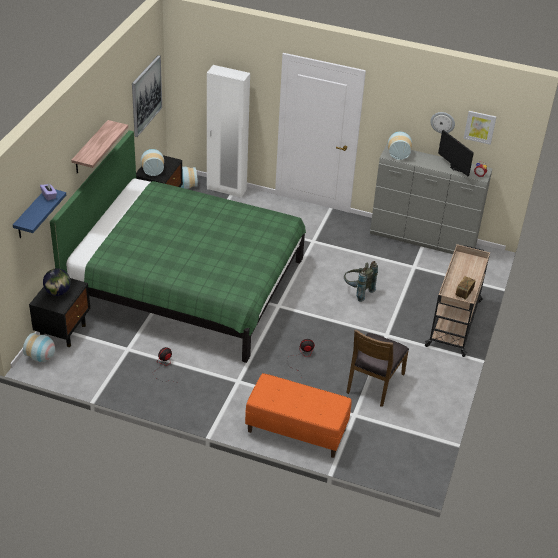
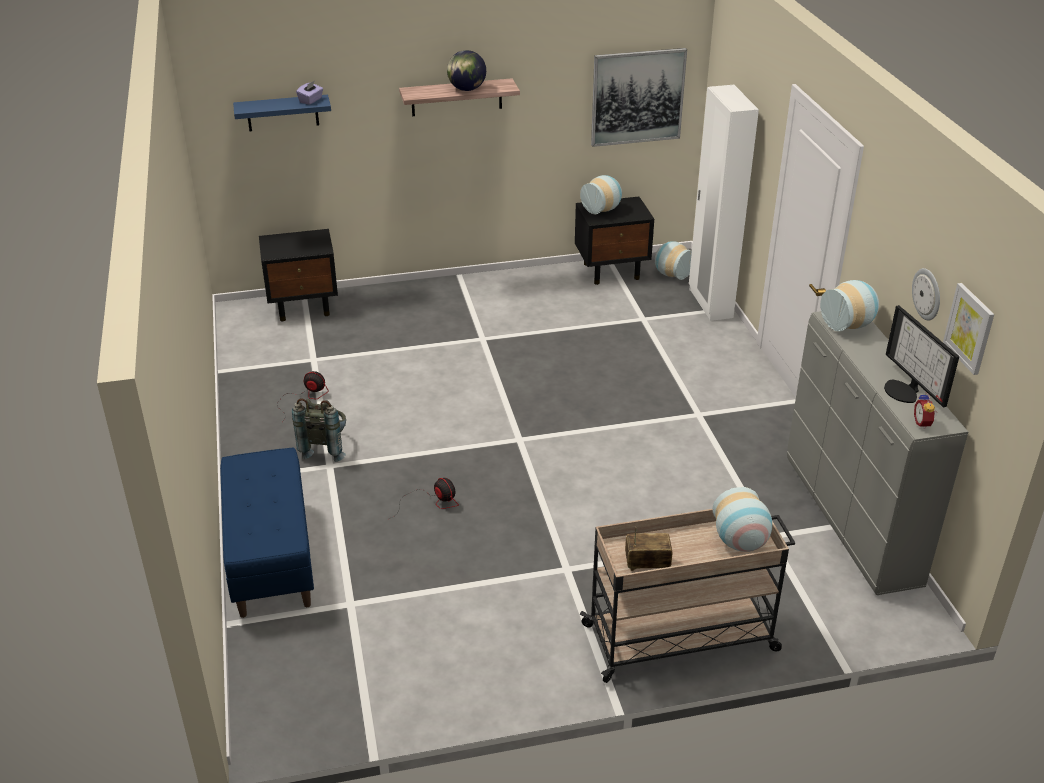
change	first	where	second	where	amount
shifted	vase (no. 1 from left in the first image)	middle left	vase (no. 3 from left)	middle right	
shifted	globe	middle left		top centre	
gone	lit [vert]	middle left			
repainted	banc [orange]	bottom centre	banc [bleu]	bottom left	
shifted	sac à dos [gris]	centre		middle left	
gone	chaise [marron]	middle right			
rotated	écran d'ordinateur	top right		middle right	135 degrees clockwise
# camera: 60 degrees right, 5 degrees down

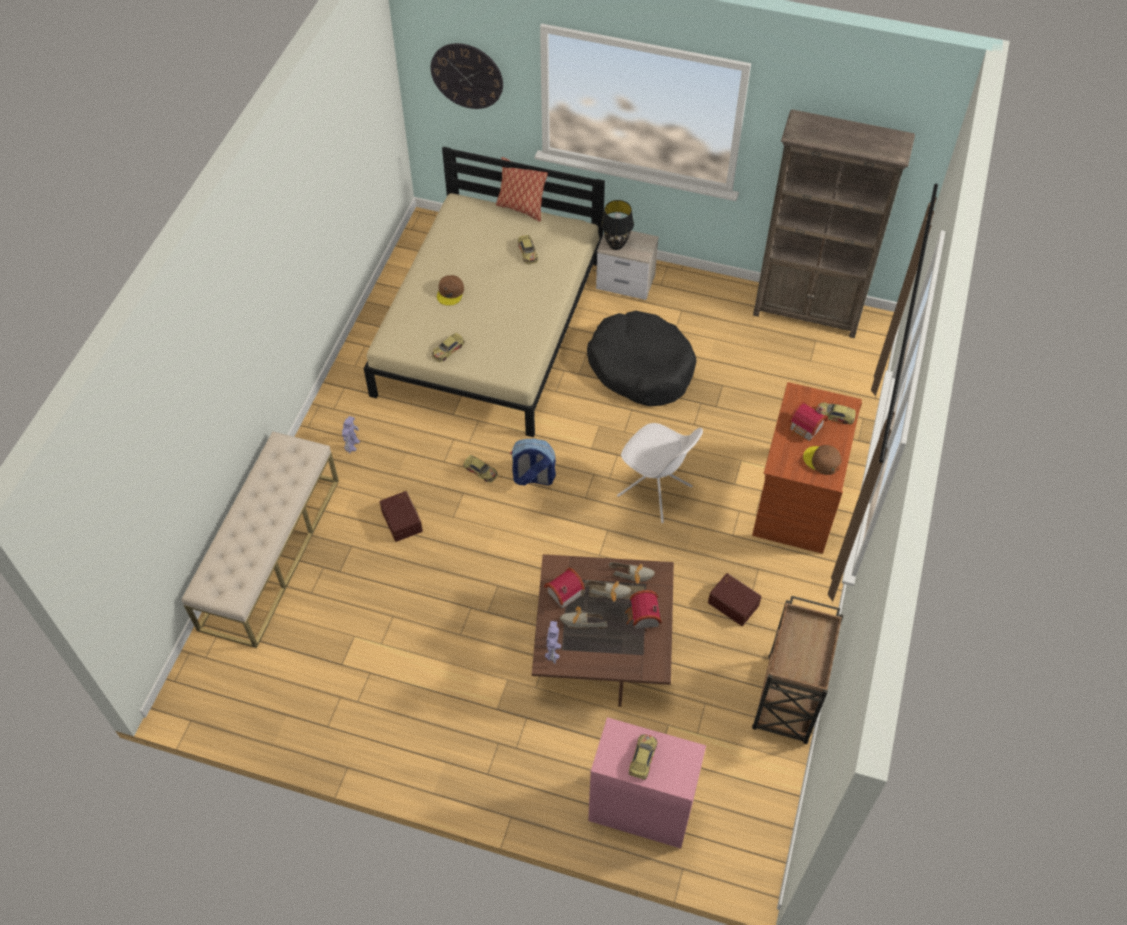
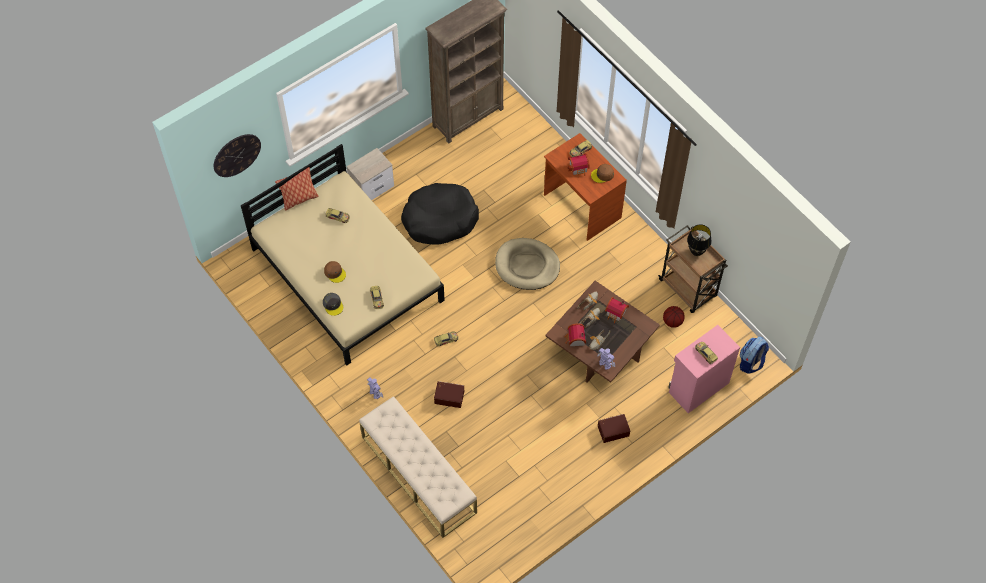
change	first	where	second	where	amount
shifted	sac à dos	centre		middle right	
shifted	lampe de table [noir]	top centre		middle right	
swapped	chaise [blanc]	centre	panier pour chien [beige]	centre	
shifted	boîte de rangement [marron] (no. 2 from left)	centre		bottom centre	
new			casquette [gris]	centre	
new			ballon de basket	middle right	
# camera: 55 degrees left, 5 degrees up

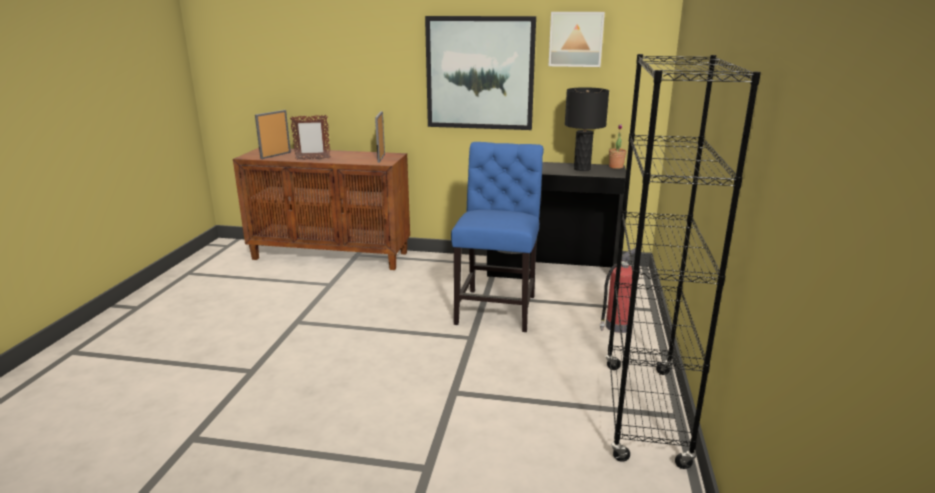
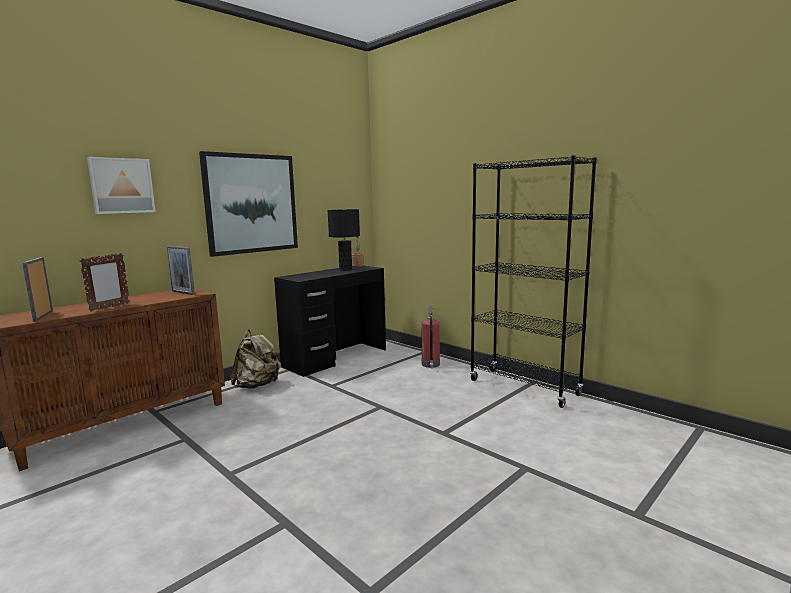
change	first	where	second	where	amount
gone	chaise [bleu]	centre			
shifted	tableau (no. 2 from left in the first image)	top centre	tableau (no. 1 from left)	top left	
new			sac à dos [beige]	middle left	
# camera: 55 degrees left, 10 degrees down

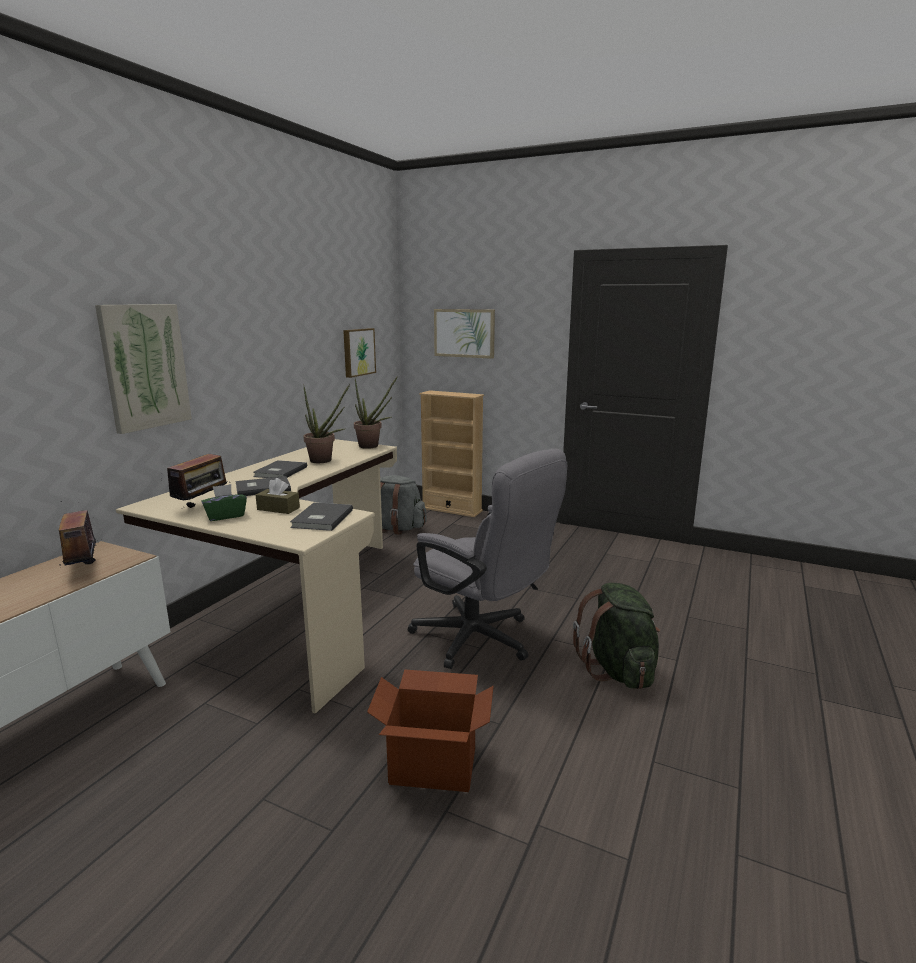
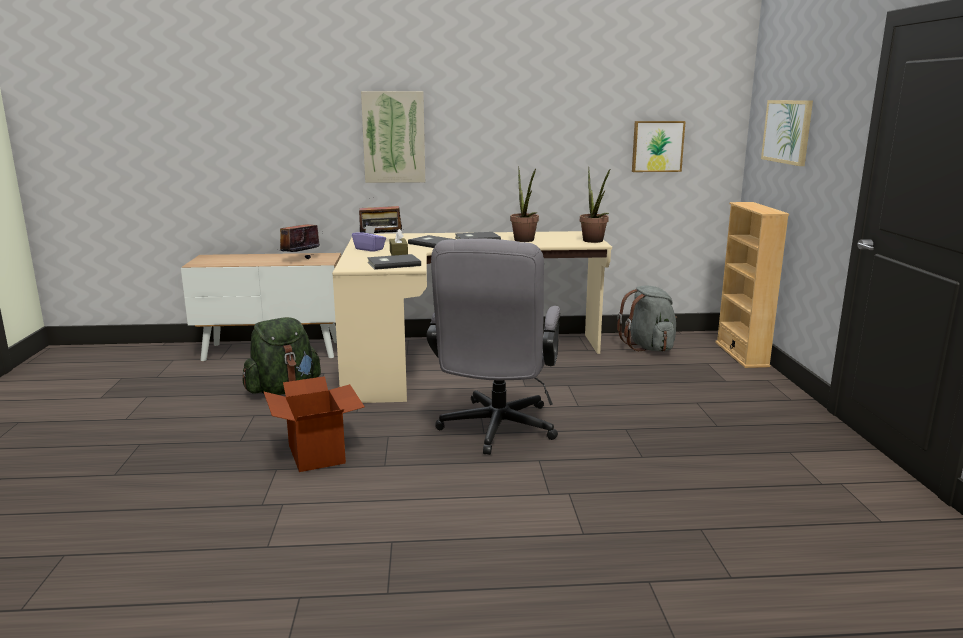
change	first	where	second	where	amount
repainted	boîte à mouchoirs [vert]	middle left	boîte à mouchoirs [violet]	centre	
shifted	sac à dos [vert]	middle right		middle left	
# camera: 60 degrees right, 0 degrees up

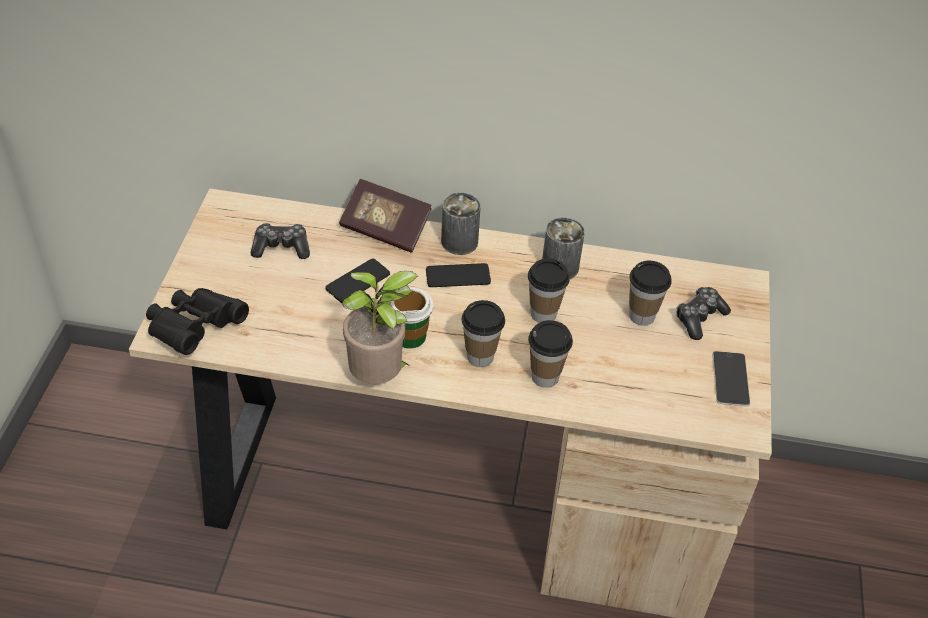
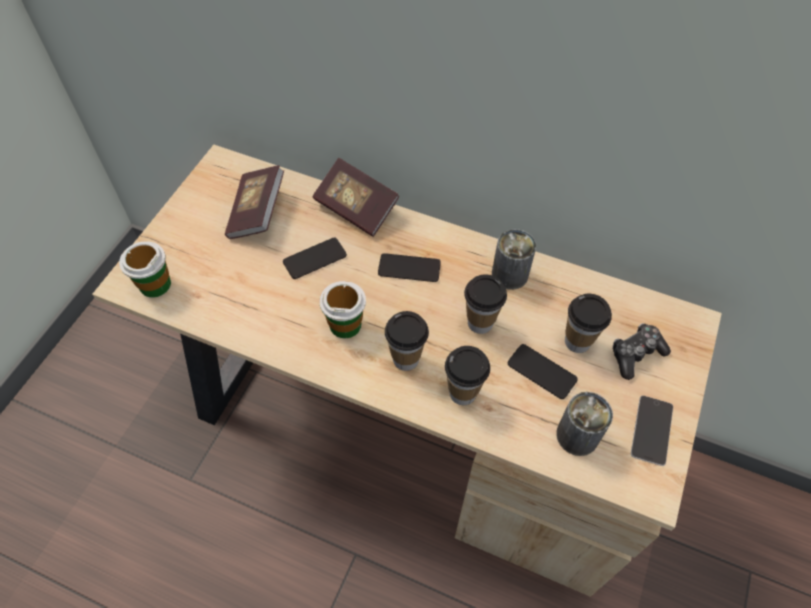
change	first	where	second	where	amount
swapped	jumelles [noir]	middle left	tasse (no. 1 from left)	middle left	
swapped	manette (no. 1 from left)	middle left	livre (no. 1 from left)	top left	
gone	plante en pot	centre			
shifted	boîte métallique (no. 1 from left in the first image)	centre	boîte métallique (no. 2 from left)	bottom right	
new			téléphone (no. 3 from left)	middle right	
# camera: 15 degrees right, 10 degrees up

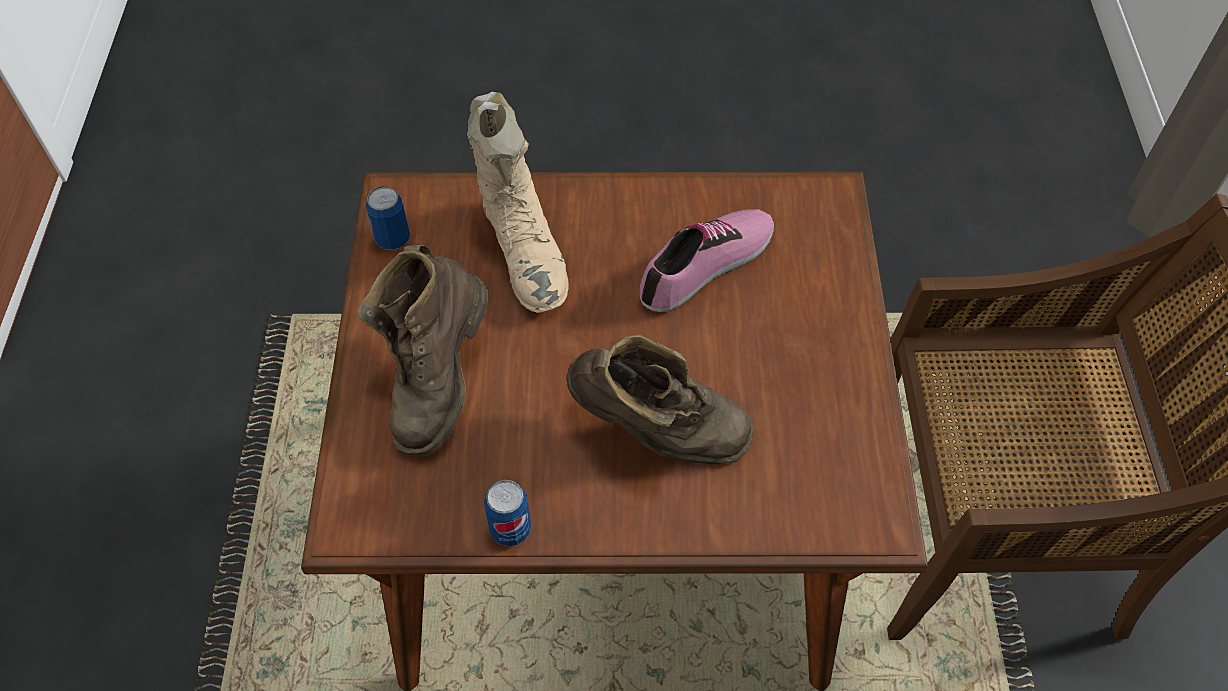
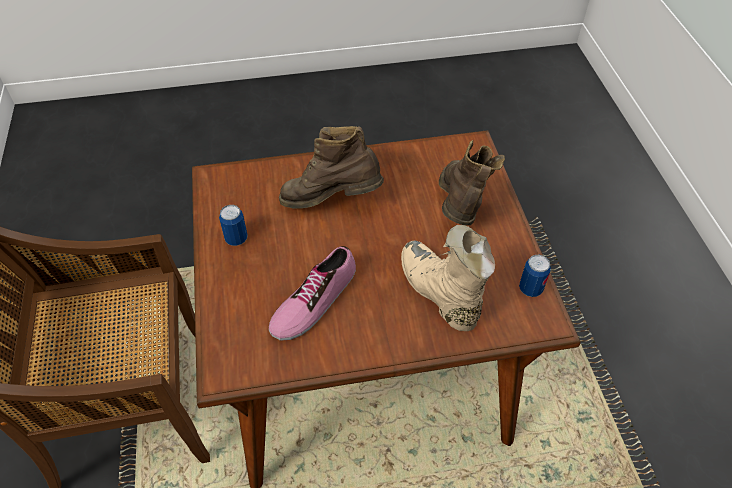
change	first	where	second	where	amount
shifted	boîte métallique (no. 2 from left in the first image)	bottom centre	boîte métallique (no. 1 from left)	middle left	
# camera: 170 degrees right, 5 degrees down

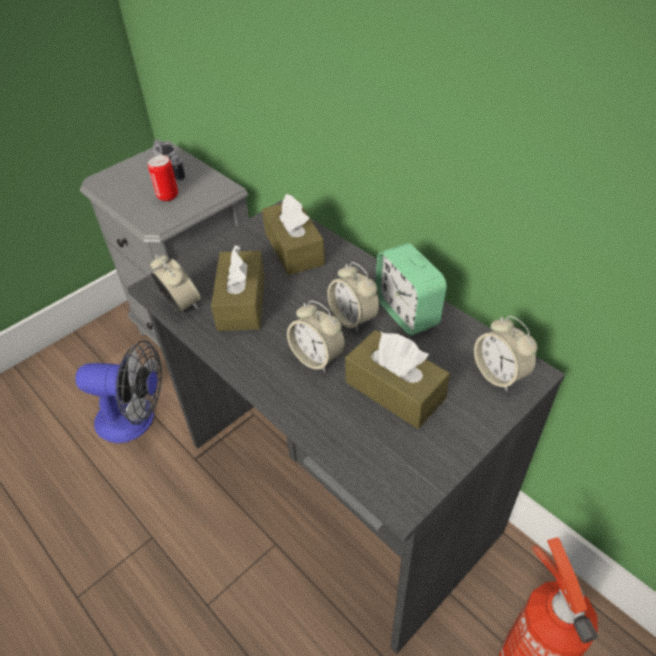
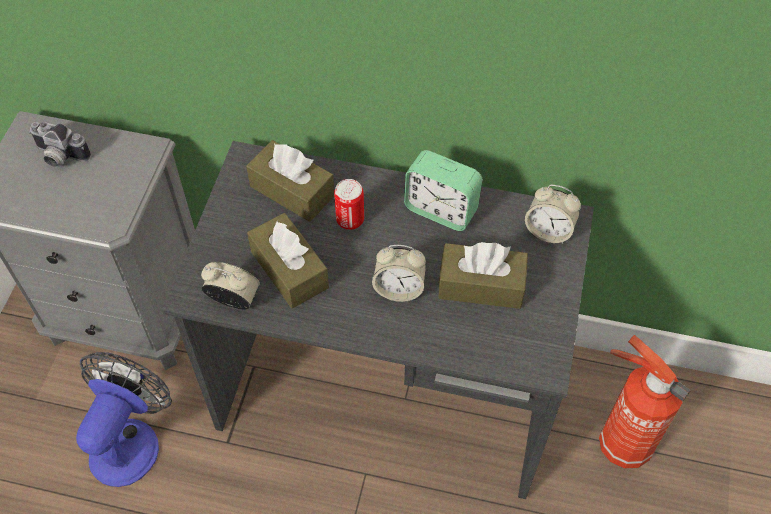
change	first	where	second	where	amount
rotated	ventilateur	middle left		bottom left	45 degrees counterclockwise
shifted	boîte métallique	top left		centre	
gone	réveil (no. 3 from left)	centre			
# camera: 35 degrees left, 10 degrees up

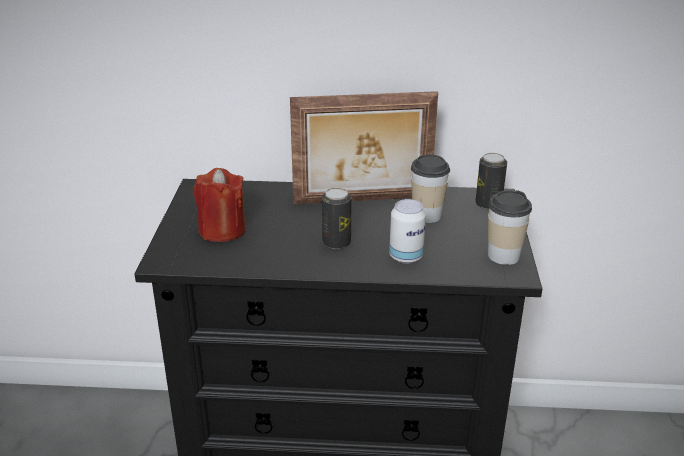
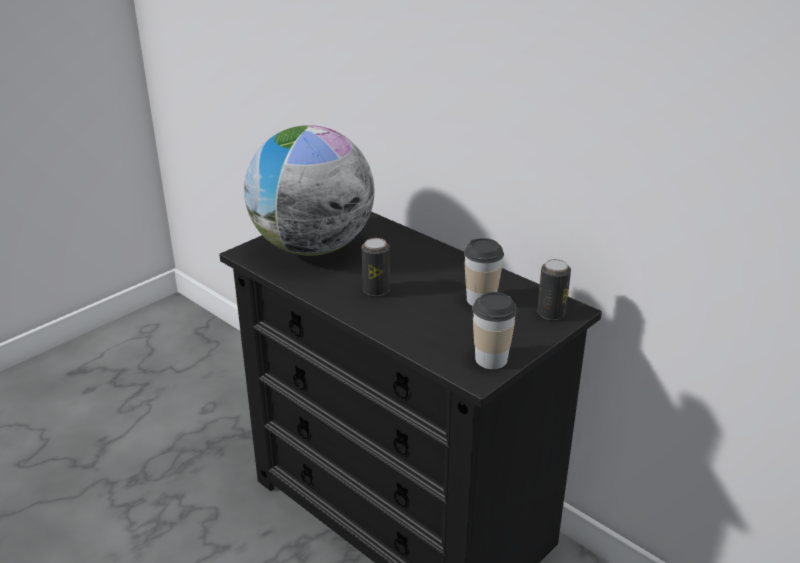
change	first	where	second	where	amount
swapped	bougie [rouge]	middle left	globe	centre	
gone	cadre photo	top centre			
gone	boîte métallique (no. 2 from left)	centre			
# camera: 40 degrees right, 0 degrees up

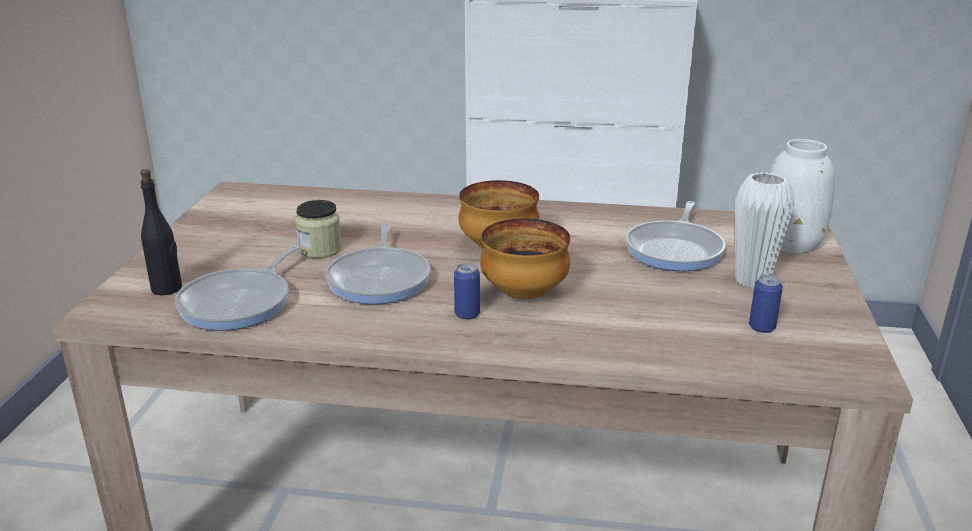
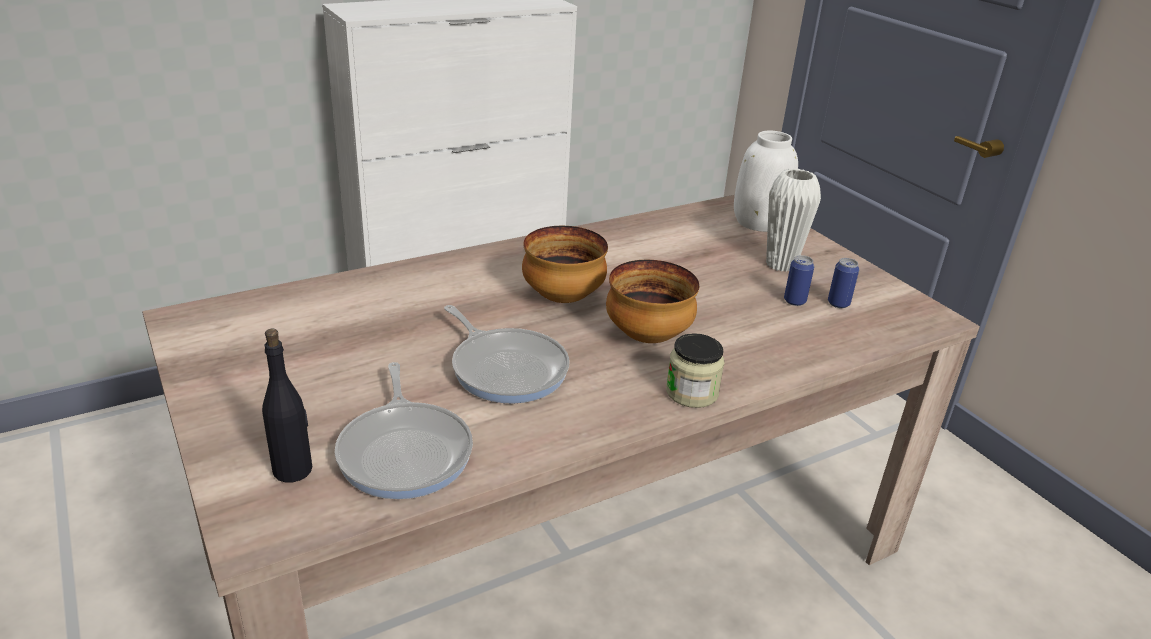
change	first	where	second	where	amount
shifted	bocal	middle left		centre	
shifted	boîte métallique (no. 1 from left)	centre		middle right	
gone	poêle (no. 3 from left)	middle right			
# camera: 40 degrees left, 5 degrees up

